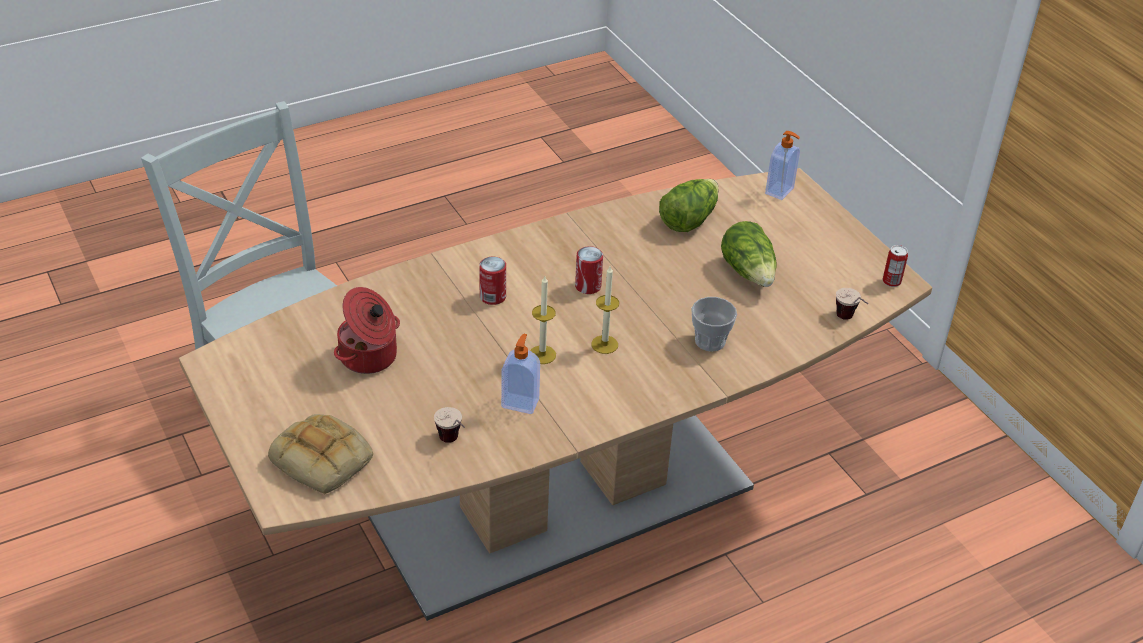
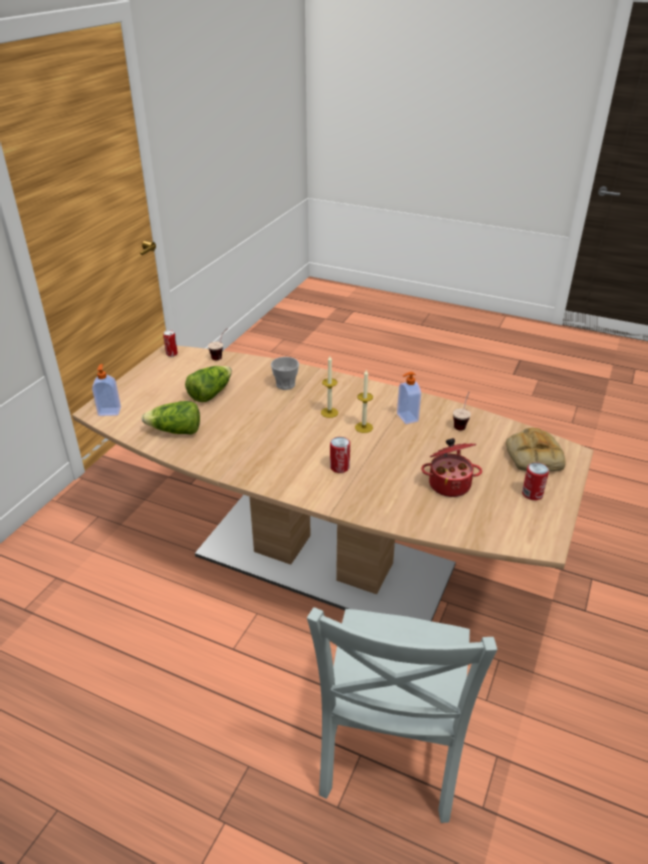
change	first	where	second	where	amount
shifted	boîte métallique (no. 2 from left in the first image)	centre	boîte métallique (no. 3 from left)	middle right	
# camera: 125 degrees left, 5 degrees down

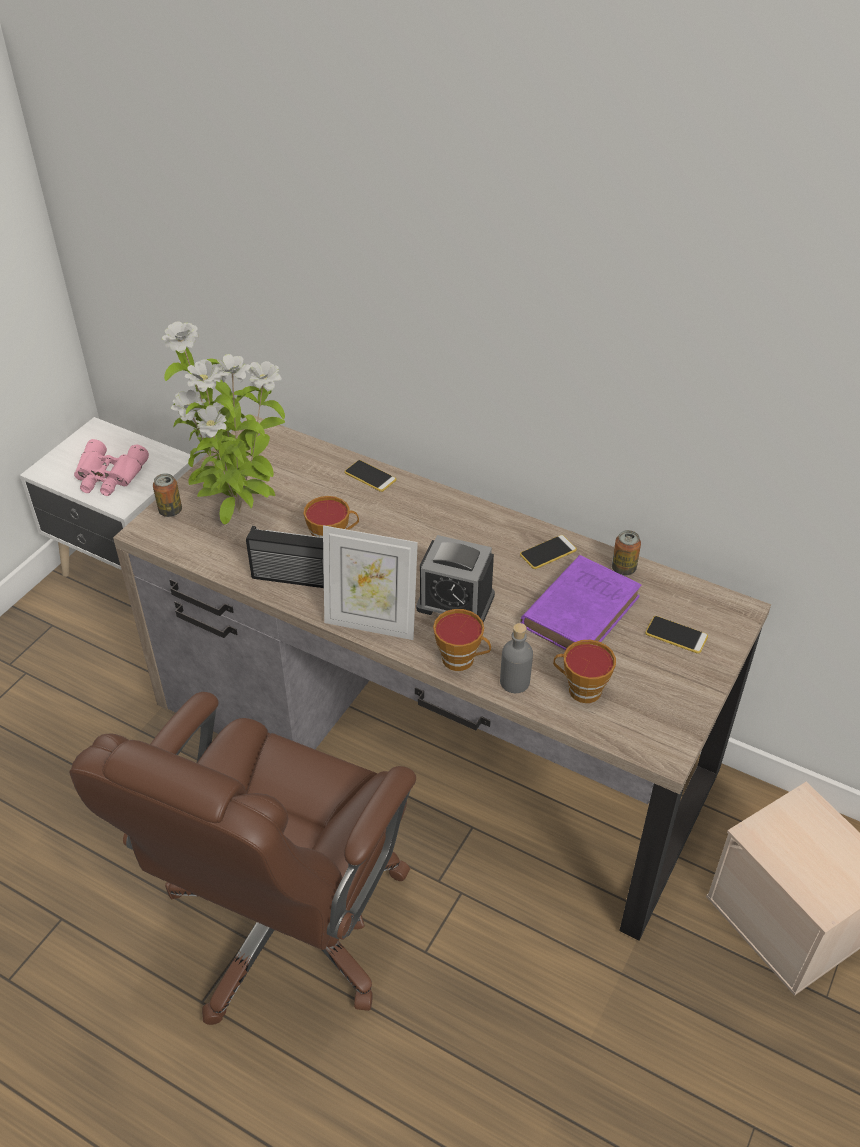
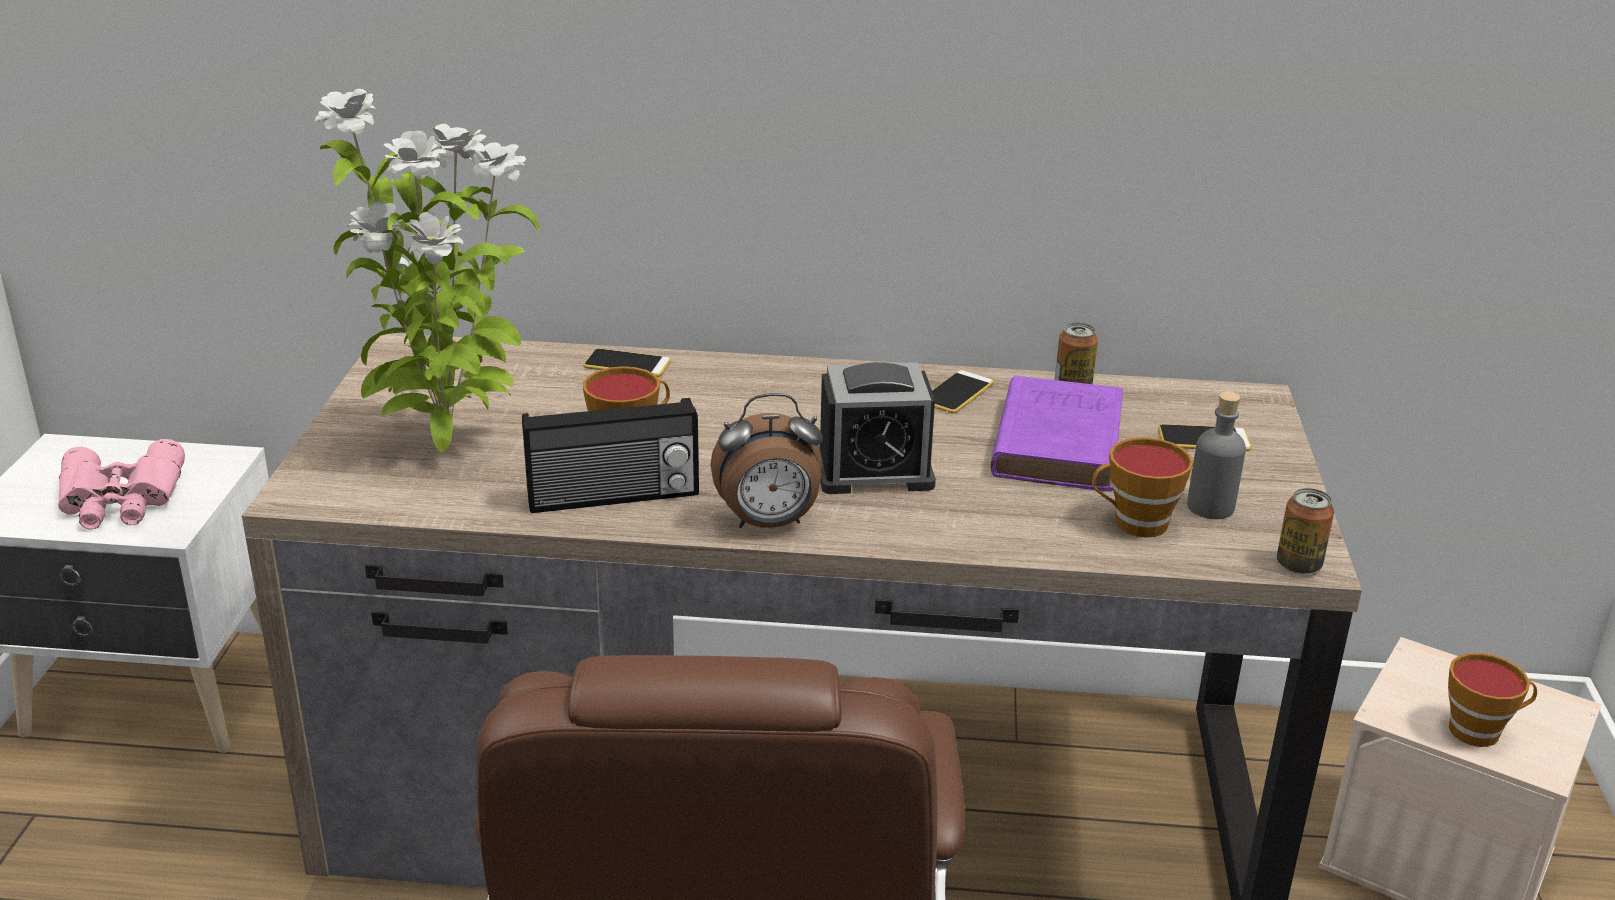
change	first	where	second	where	amount
shifted	boîte métallique (no. 1 from left in the first image)	middle left	boîte métallique (no. 2 from left)	middle right	
swapped	cadre photo	centre	réveil (no. 1 from left)	centre	
shifted	tasse (no. 2 from left in the first image)	centre	tasse (no. 3 from left)	bottom right	
shifted	bouteille [gris]	centre		middle right	
# camera: 25 degrees left, 15 degrees down

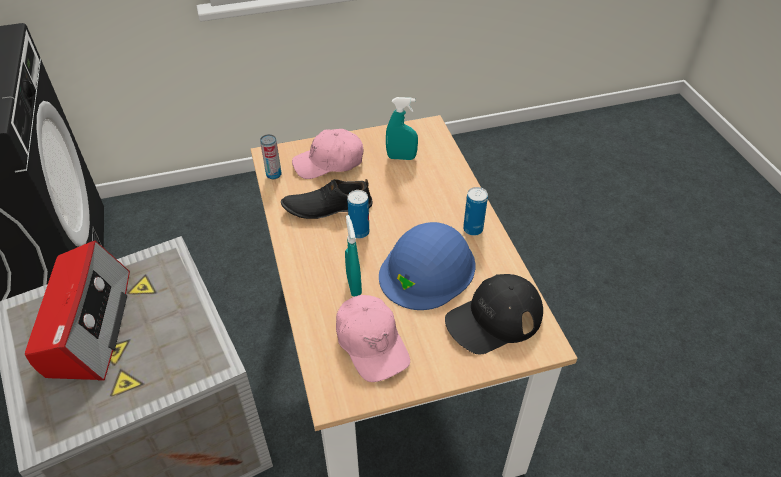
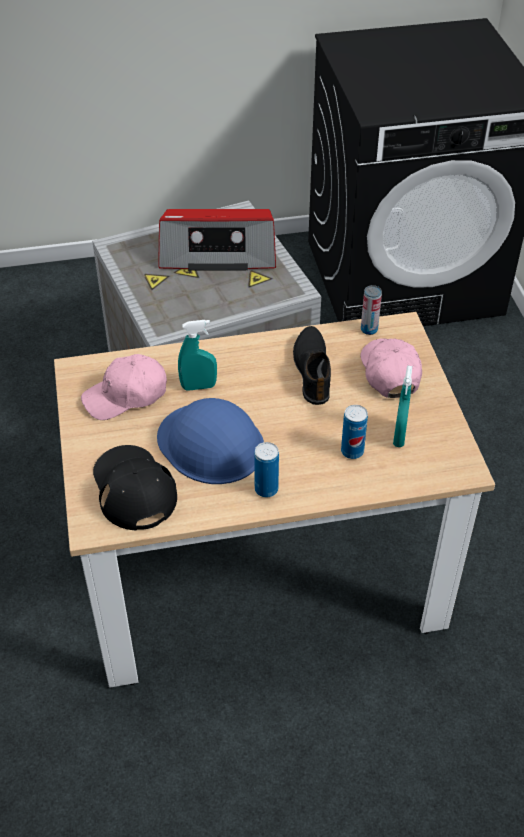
change	first	where	second	where	amount
shifted	boîte métallique (no. 2 from left)	centre		middle right	
# camera: 95 degrees right, 0 degrees up

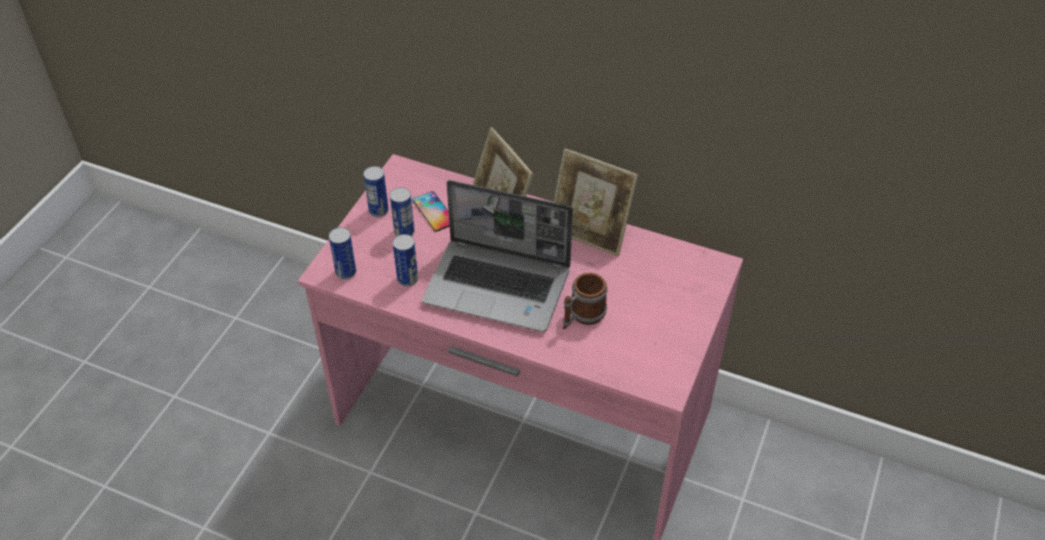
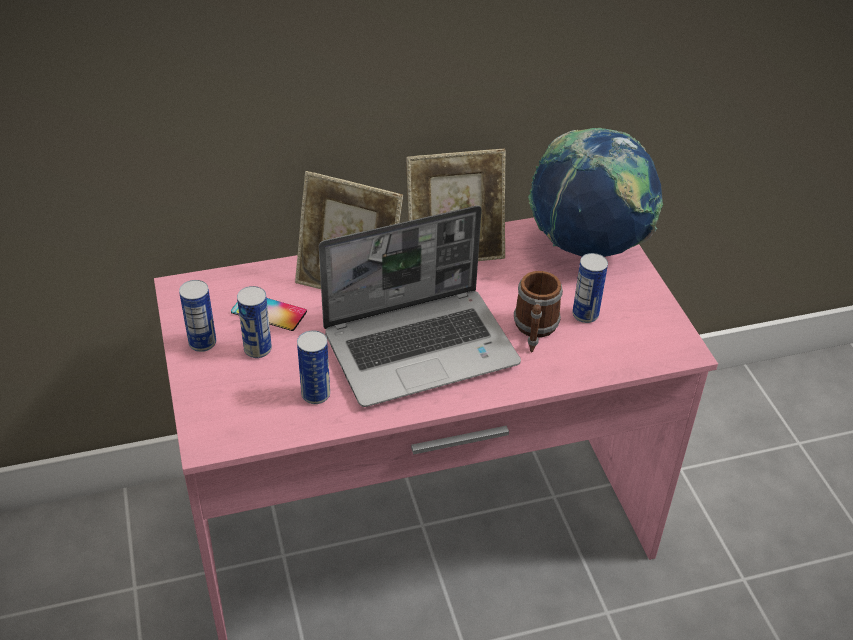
change	first	where	second	where	amount
shifted	boîte métallique (no. 1 from left in the first image)	middle left	boîte métallique (no. 4 from left)	middle right	
new			globe	top right	
# camera: 40 degrees left, 5 degrees down

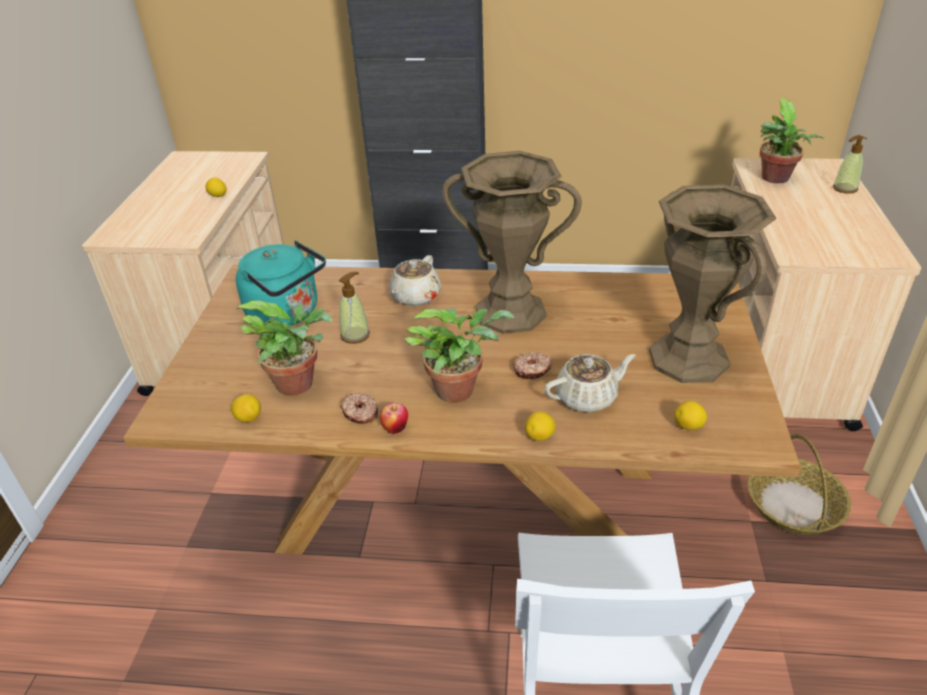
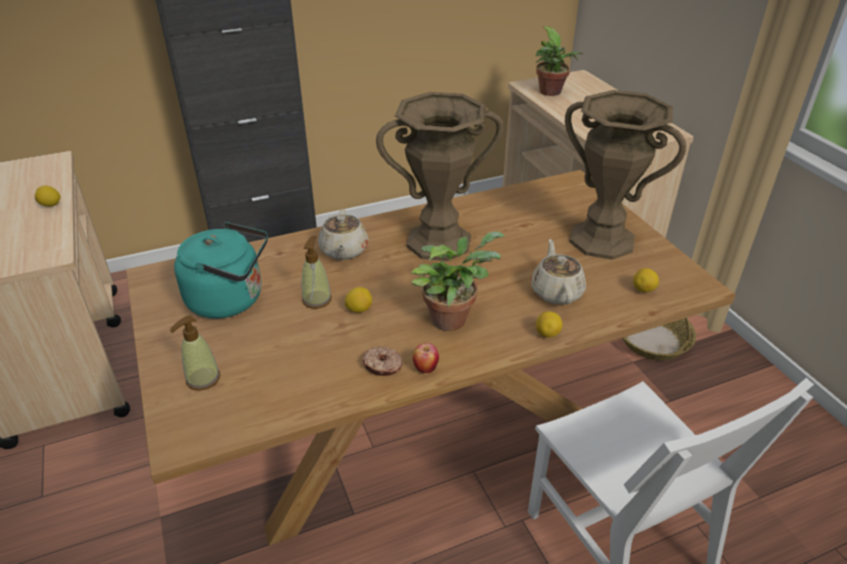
change	first	where	second	where	amount
shifted	citron (no. 2 from left)	middle left		centre	
gone	plante en pot (no. 1 from left)	middle left			
gone	beignet (no. 2 from left)	centre			
rotated	théière [beige] (no. 2 from left)	centre		centre	45 degrees counterclockwise
shifted	distributeur de savon (no. 2 from left in the first image)	top right	distributeur de savon (no. 1 from left)	middle left	
# camera: 30 degrees left, 0 degrees up

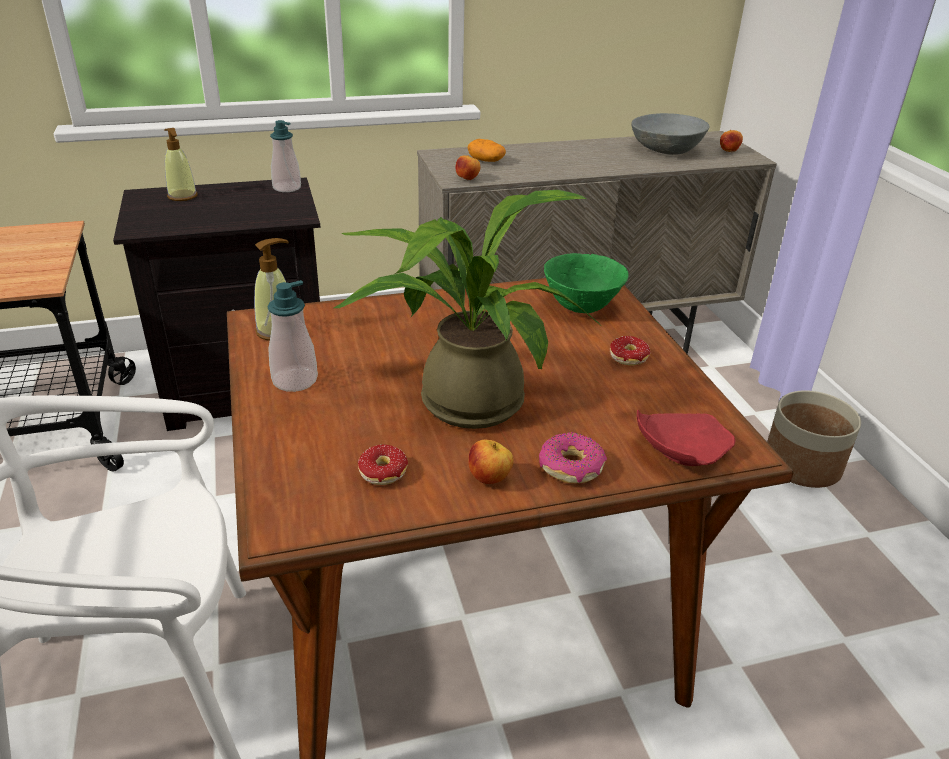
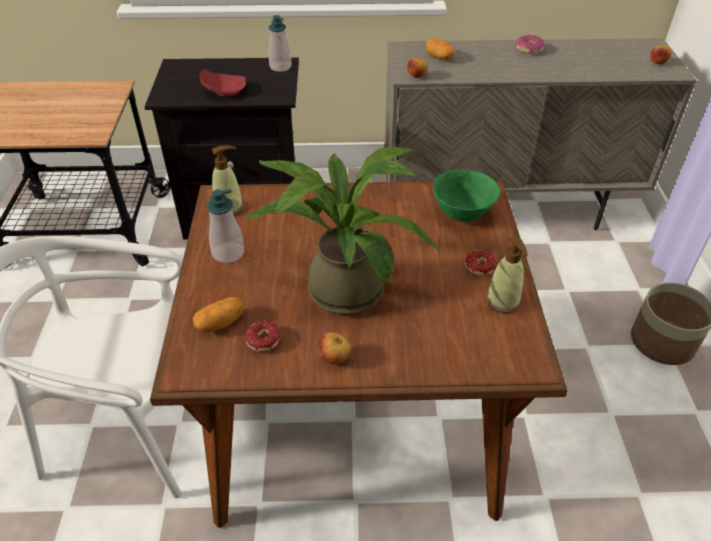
change	first	where	second	where	amount
shifted	distributeur de savon (no. 1 from left in the first image)	top left	distributeur de savon (no. 4 from left)	middle right	
shifted	beignet (no. 2 from left in the first image)	centre	beignet (no. 3 from left)	top right	
gone	bol [gris]	top right			
shifted	assiette [rouge]	middle right		top left	
new			pomme de terre (no. 1 from left)	middle left	
# camera: 15 degrees right, 10 degrees up

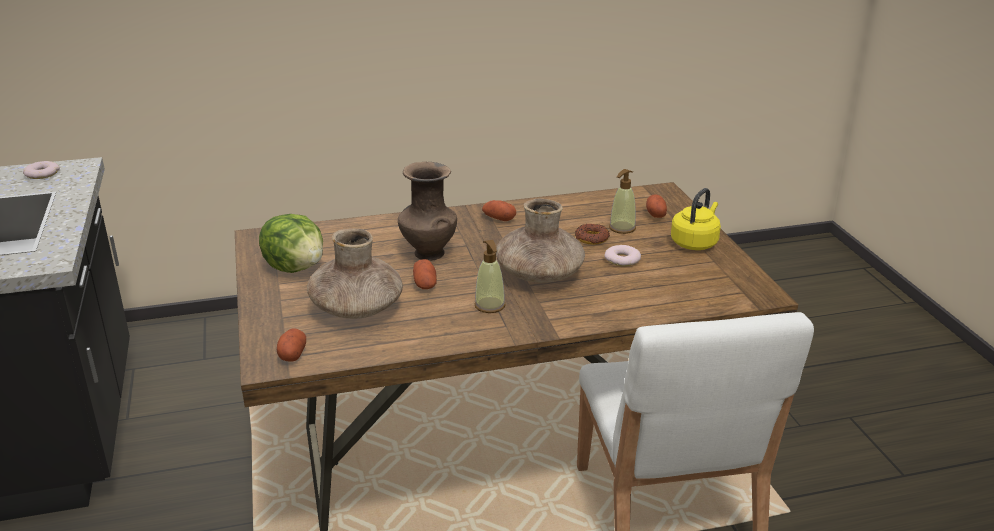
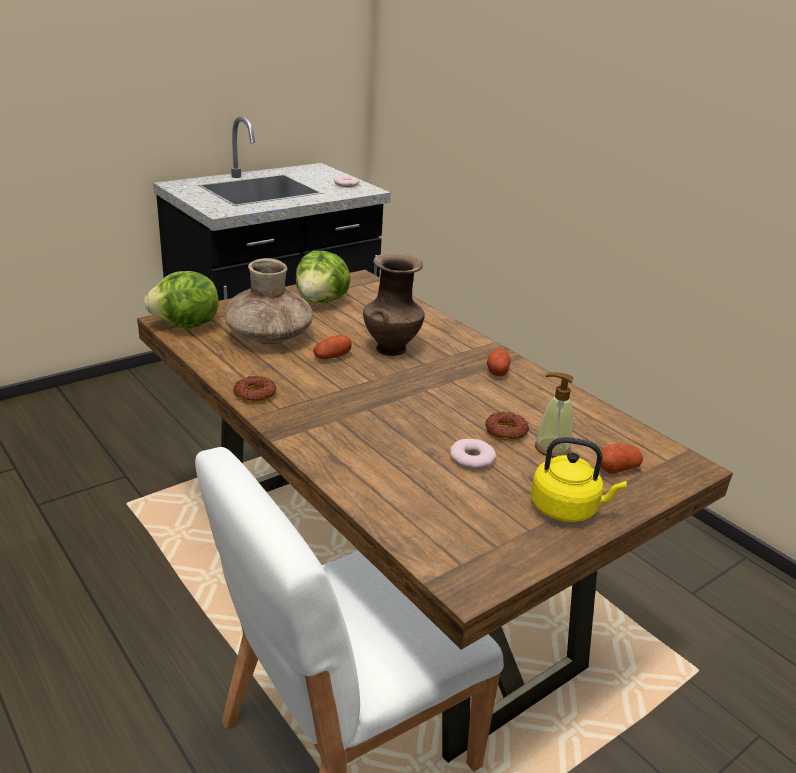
change	first	where	second	where	amount
swapped	pomme de terre (no. 1 from left)	middle left	laitue (no. 1 from left)	middle left	
gone	distributeur de savon (no. 1 from left)	centre			
gone	vase [marron] (no. 3 from left)	centre			
new			beignet (no. 1 from left)	middle left	
# camera: 65 degrees right, 0 degrees up

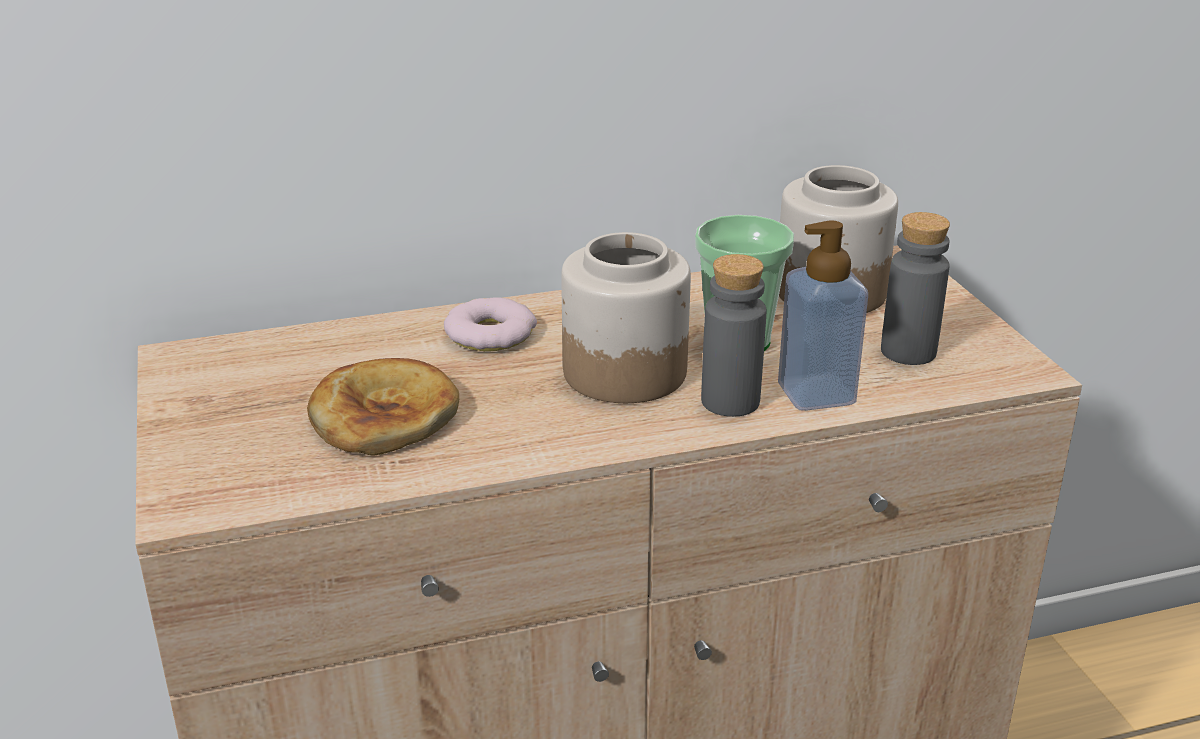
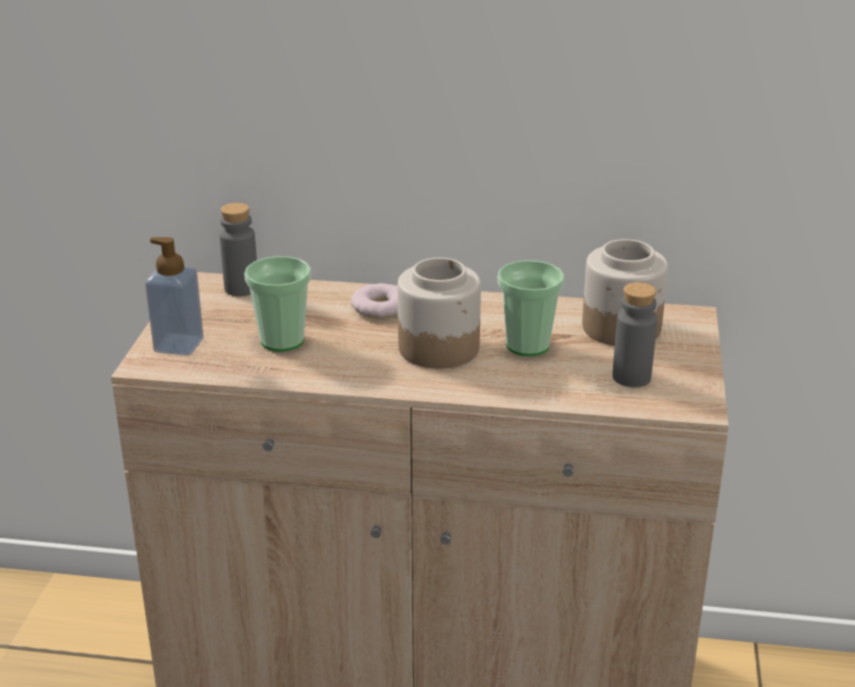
change	first	where	second	where	amount
swapped	pain	middle left	tasse (no. 1 from left)	middle left	
shifted	bouteille [gris] (no. 1 from left)	centre		middle left	
shifted	distributeur de savon	middle right		middle left	
# camera: 25 degrees right, 0 degrees up

